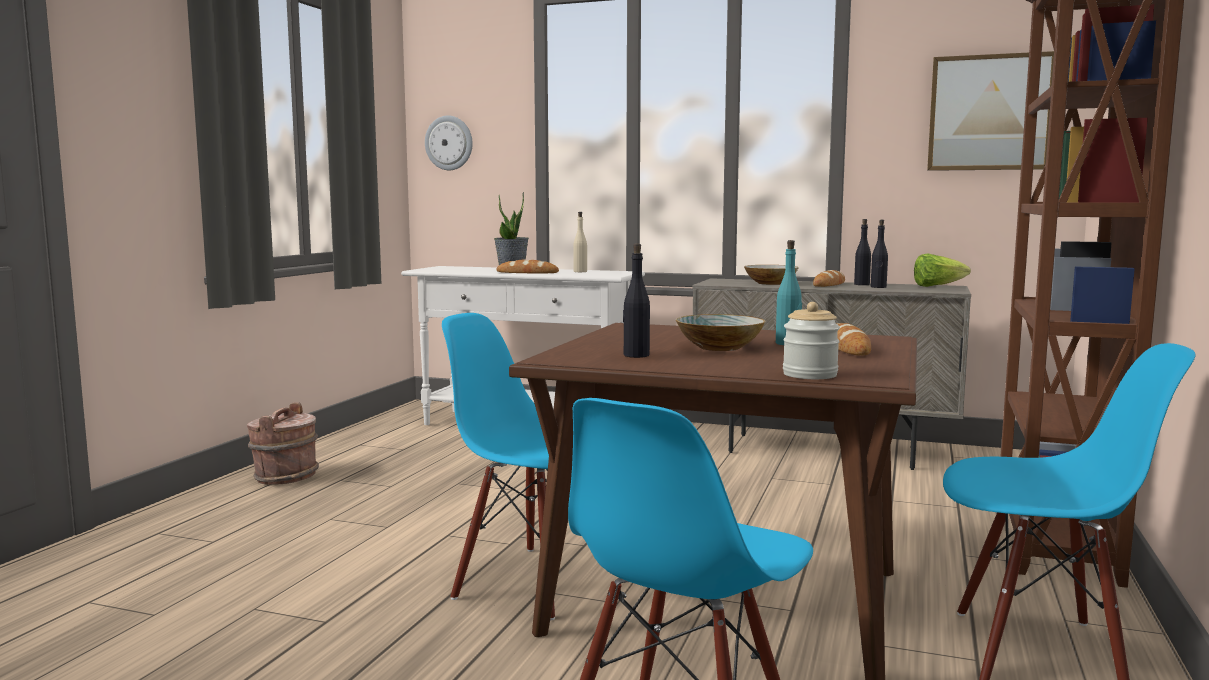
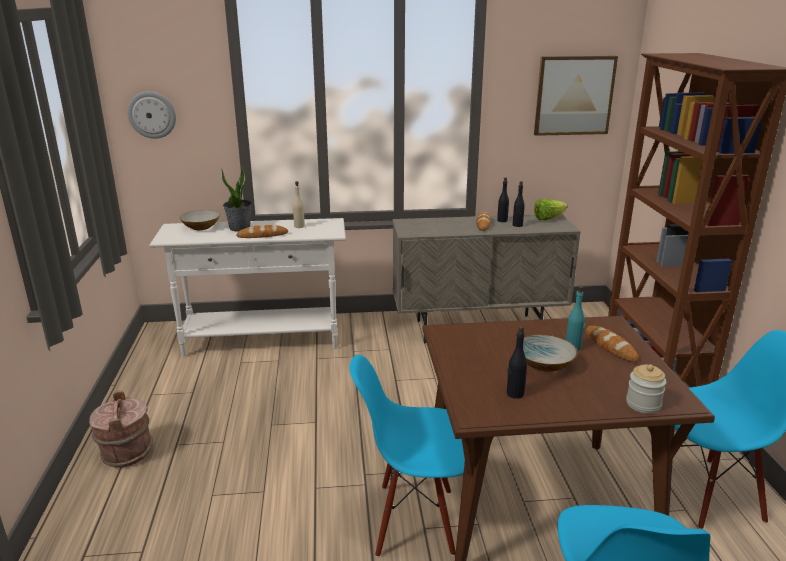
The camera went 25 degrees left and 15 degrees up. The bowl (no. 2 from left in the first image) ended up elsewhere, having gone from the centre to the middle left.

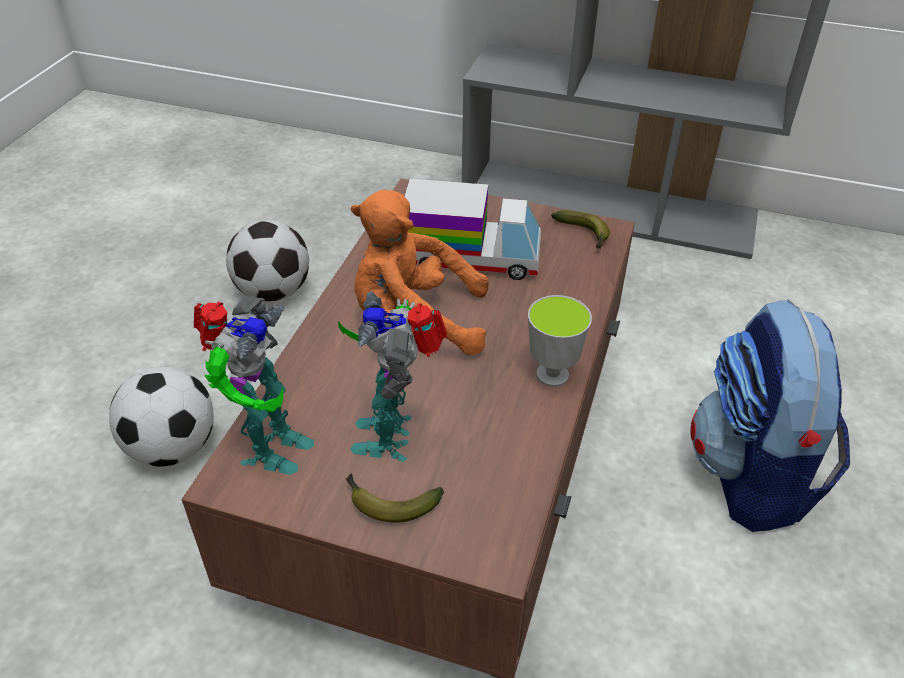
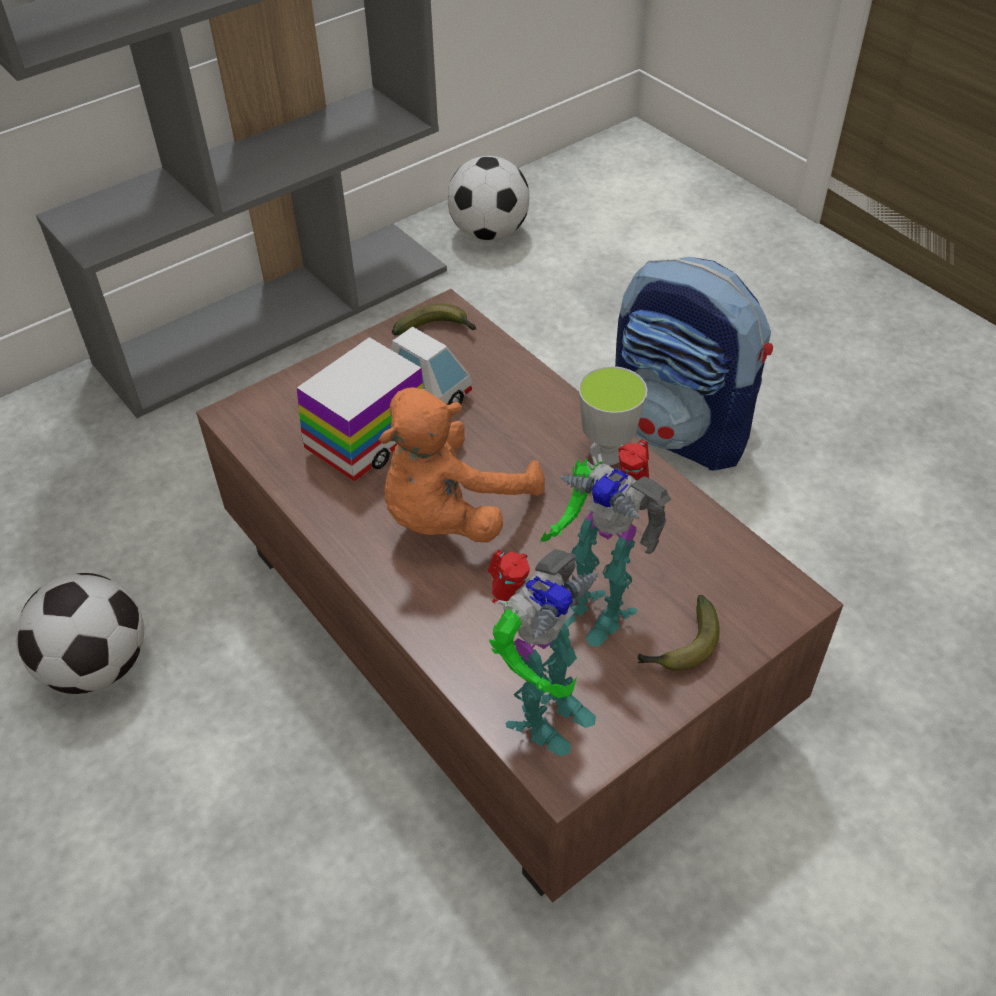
The camera went 55 degrees left and 5 degrees up. The toy robot (no. 1 from left) at the middle left ended up facing another way, 75 degrees clockwise from before. The football (no. 1 from left in the first image) ended up elsewhere, having gone from the middle left to the top centre.

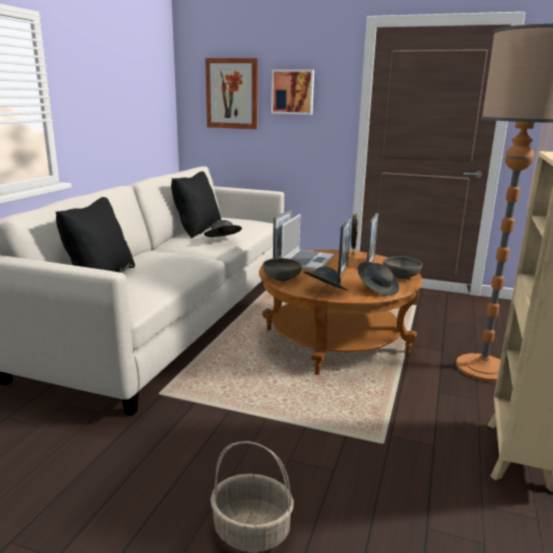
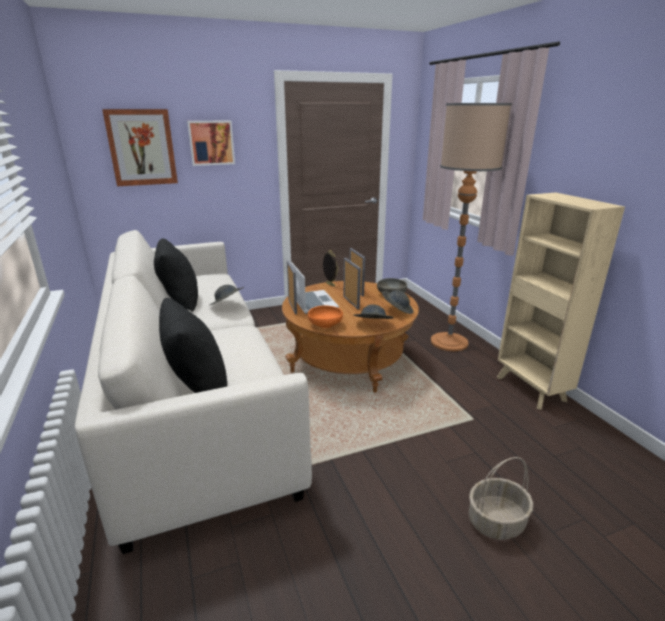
The camera went 40 degrees left and 5 degrees up. What was the bowl (grey) (no. 1 from left) at the centre turned into the bowl (orange) at the centre.

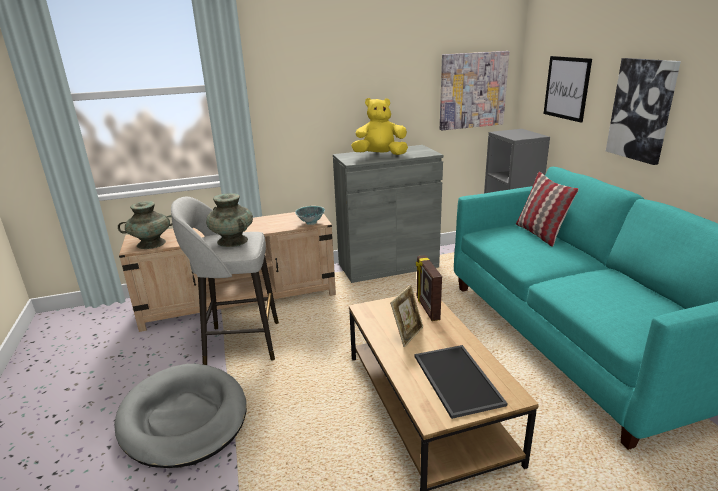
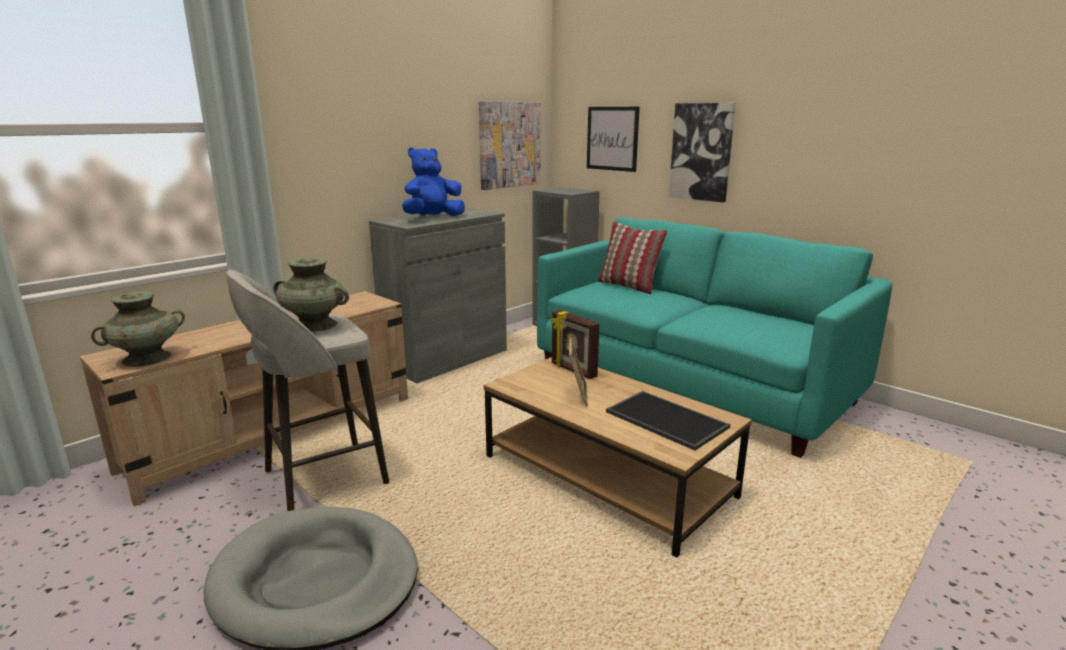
The camera went 30 degrees left and 5 degrees down. What was the plush toy (yellow) at the top centre turned into the plush toy (blue) at the top centre. The second view lost the bowl at the centre.

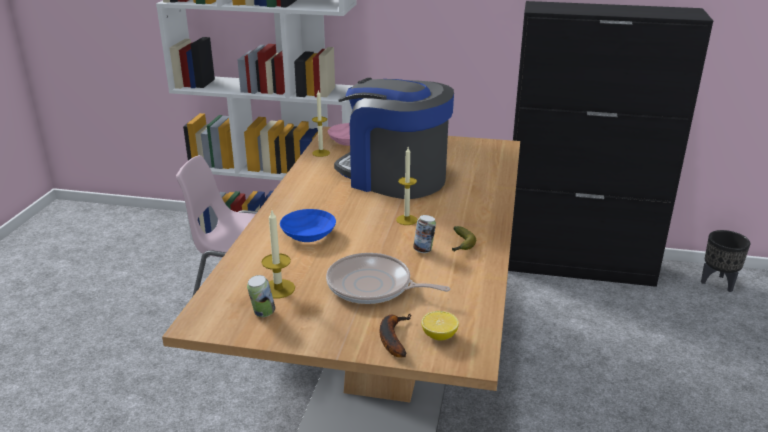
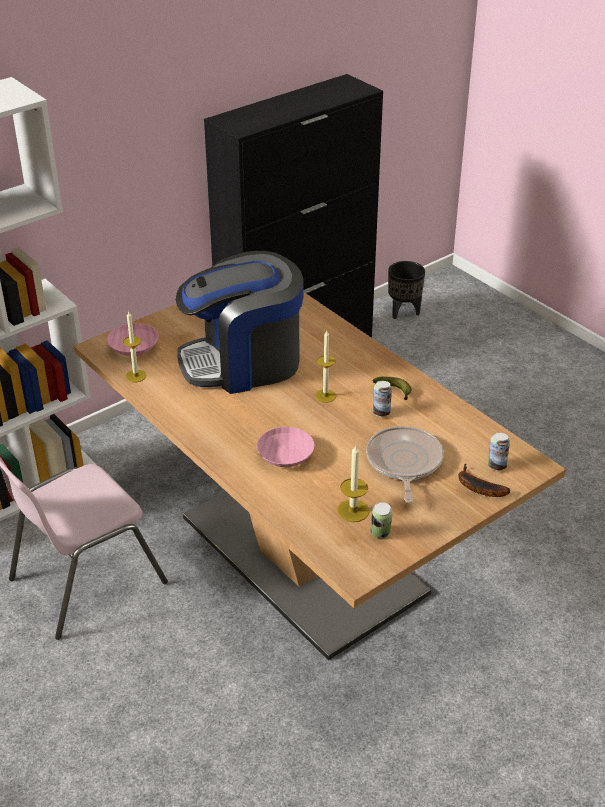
The camera went 50 degrees left and 10 degrees up. What was the bowl (blue) at the centre turned into the bowl (pink) (no. 2 from left) at the centre. The frying pan at the centre ended up facing another way, 120 degrees clockwise from before. Where the lemon stood at the bottom centre, the can (no. 3 from left) came to stand at the middle right.

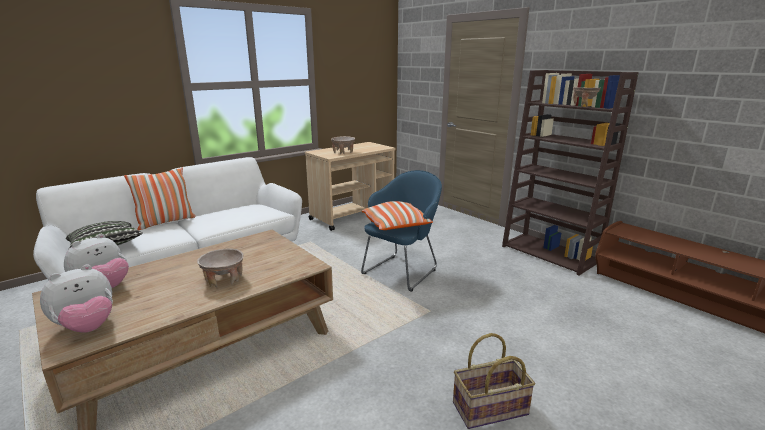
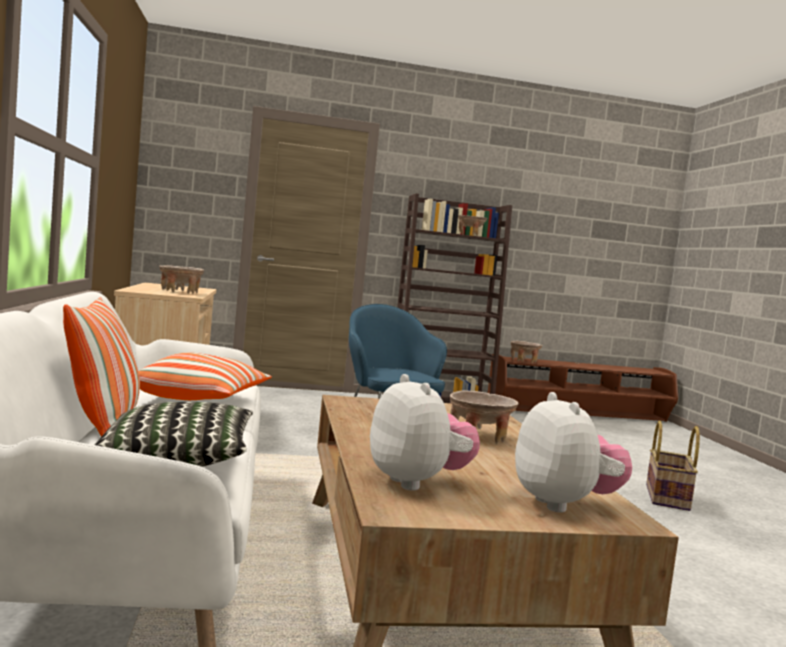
The camera went 60 degrees left and 15 degrees down. The pillow (no. 3 from left) ended up elsewhere, having gone from the centre to the middle left. The second view gained the bowl (beige) (no. 4 from left) at the middle right.

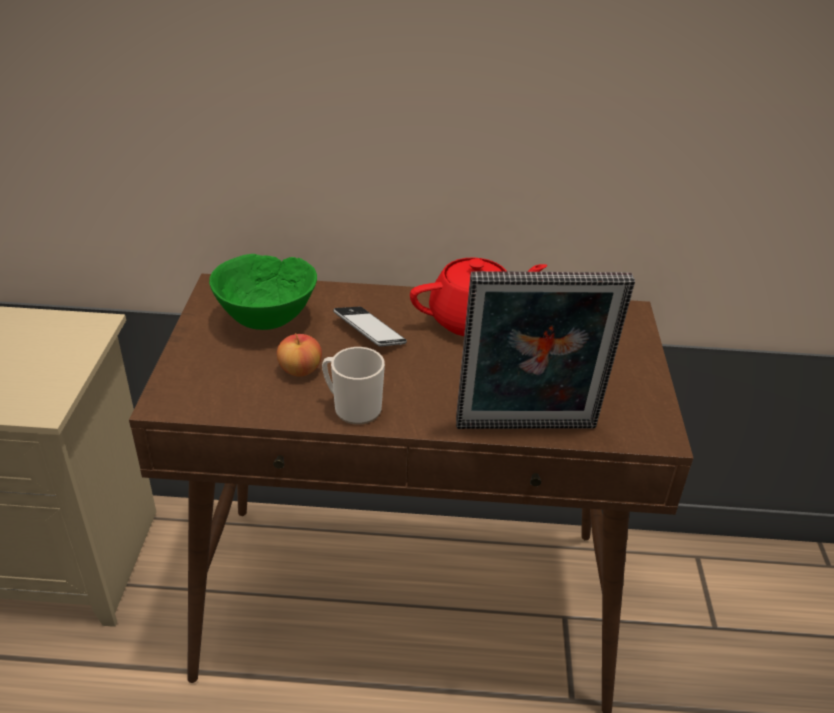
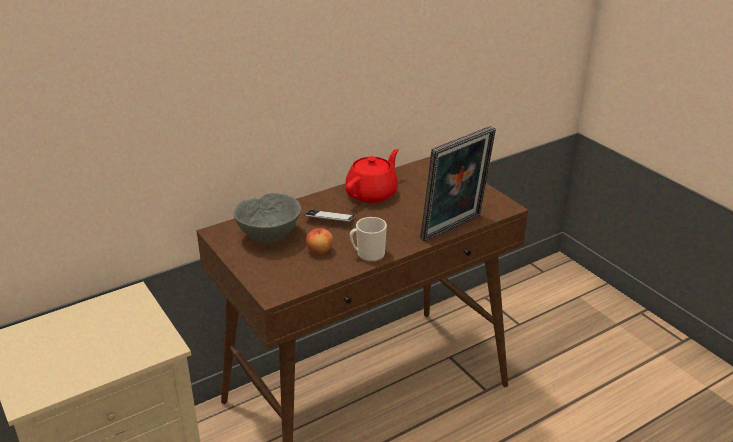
The camera went 35 degrees left and 5 degrees down. What was the bowl (green) at the middle left turned into the bowl (grey) at the centre.

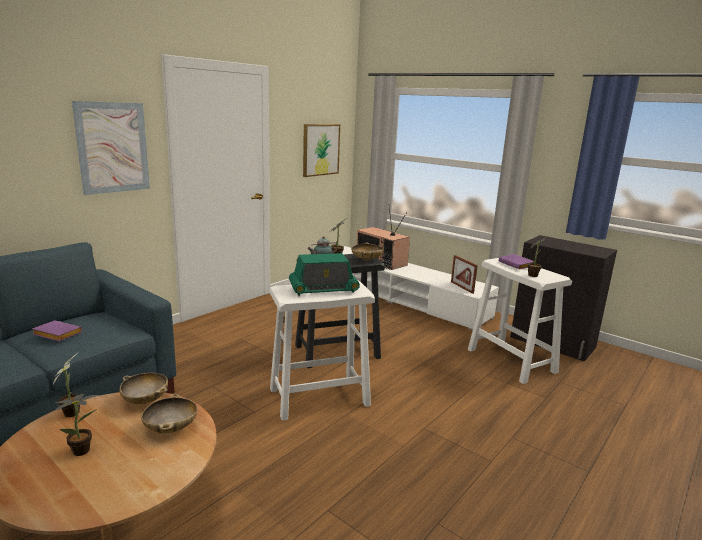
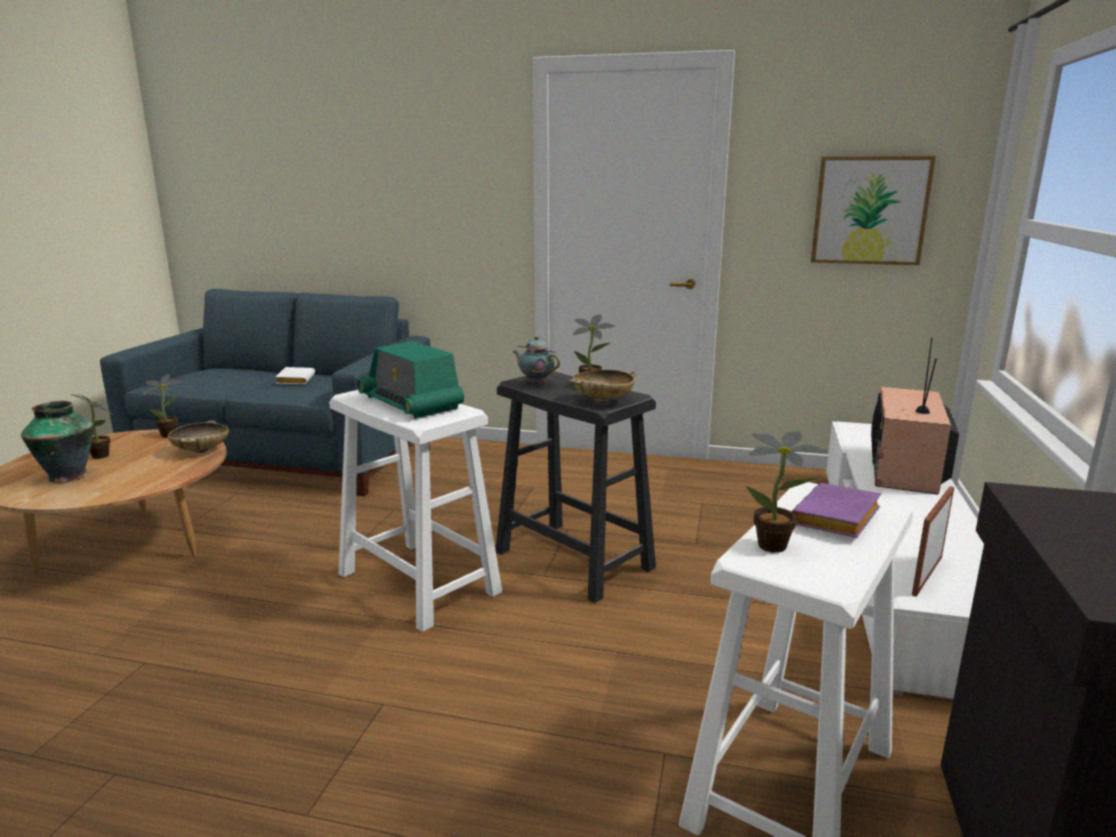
The camera went 65 degrees right and 0 degrees up. The second view lost the picture (no. 1 from left) at the top left. What was the book (purple) (no. 1 from left) at the middle left turned into the book (white) at the middle left. The second view lost the bowl (beige) (no. 2 from left) at the bottom left. The second view gained the vase at the middle left.

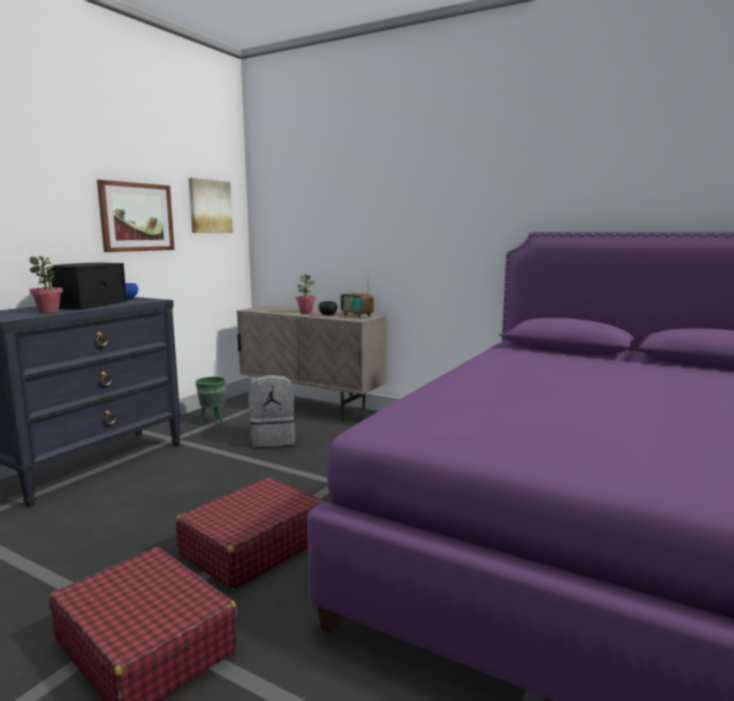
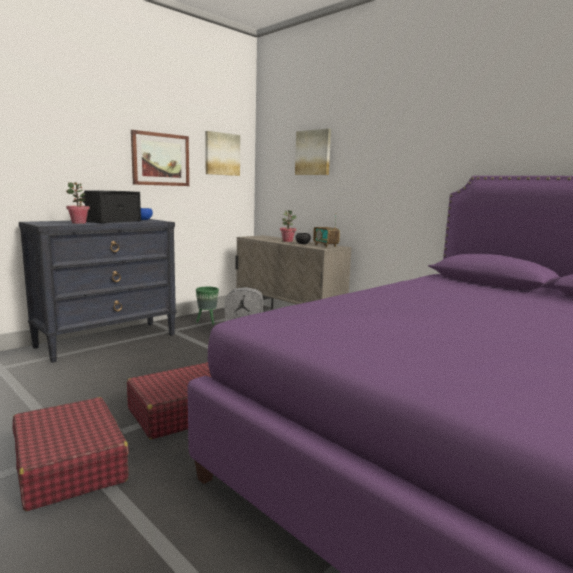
The camera went 15 degrees right and 0 degrees up. The second view gained the picture (no. 3 from left) at the top centre.

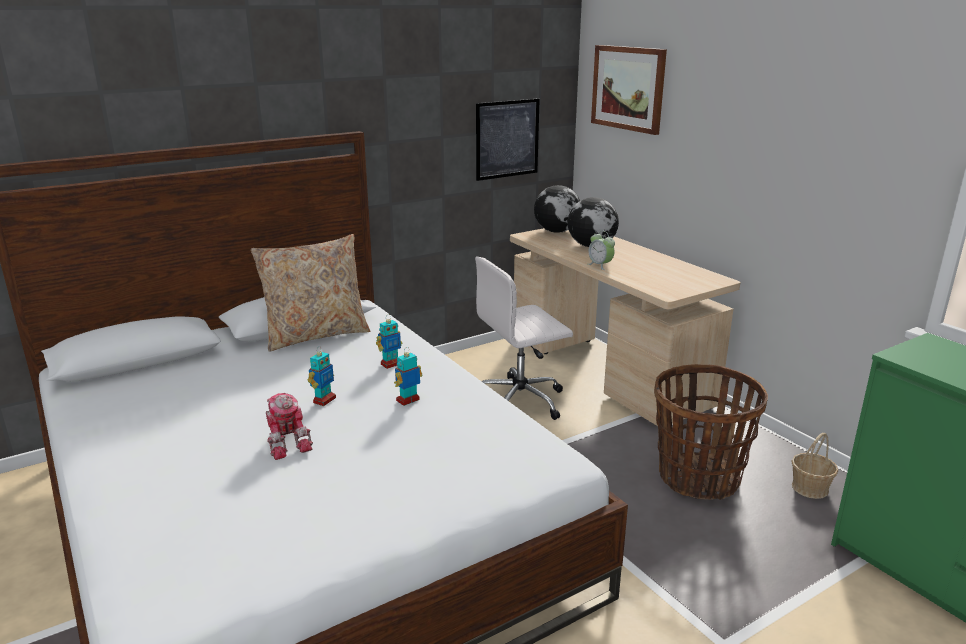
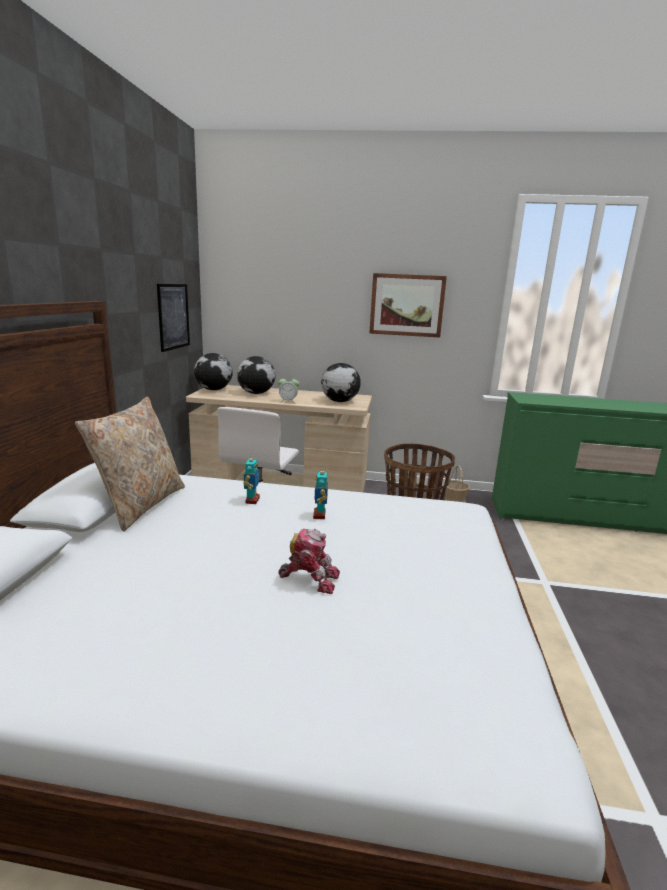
The camera went 50 degrees left and 5 degrees down. The picture (no. 2 from left) ended up elsewhere, having gone from the top centre to the centre. The second view lost the toy robot (no. 2 from left) at the centre. The second view gained the globe (no. 3 from left) at the centre.

